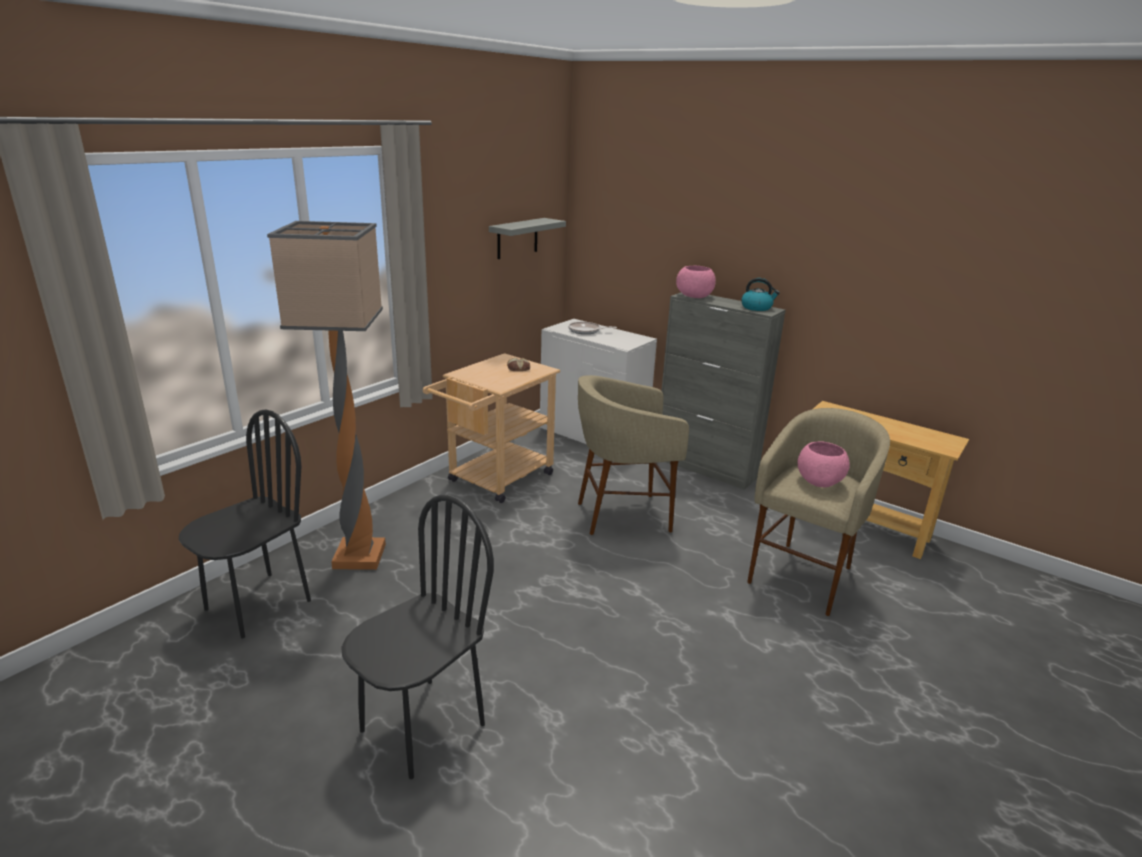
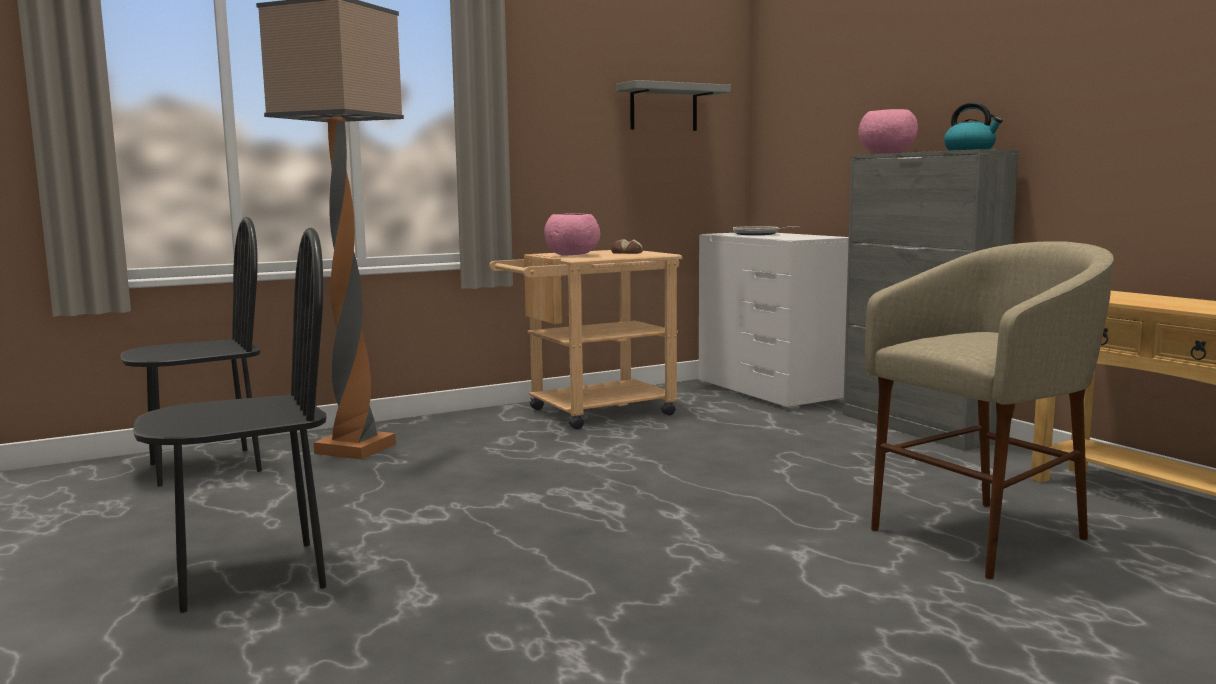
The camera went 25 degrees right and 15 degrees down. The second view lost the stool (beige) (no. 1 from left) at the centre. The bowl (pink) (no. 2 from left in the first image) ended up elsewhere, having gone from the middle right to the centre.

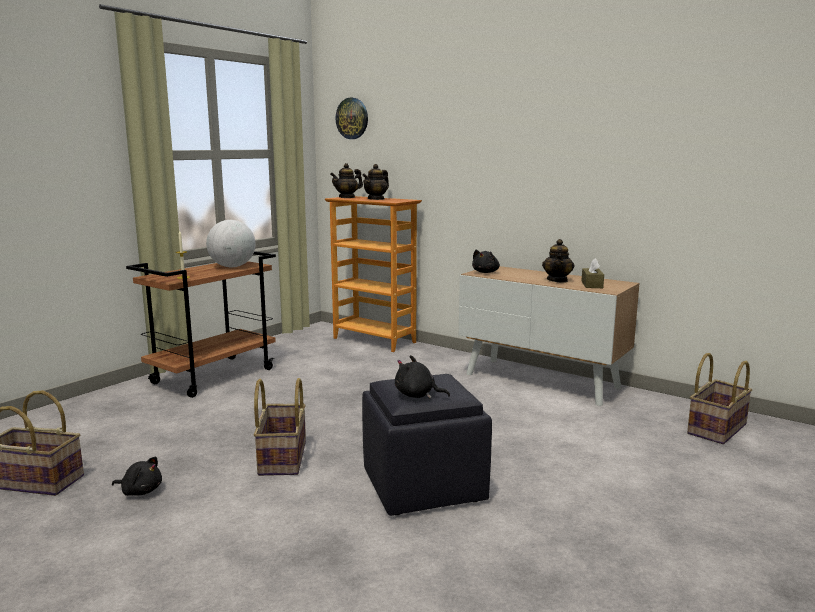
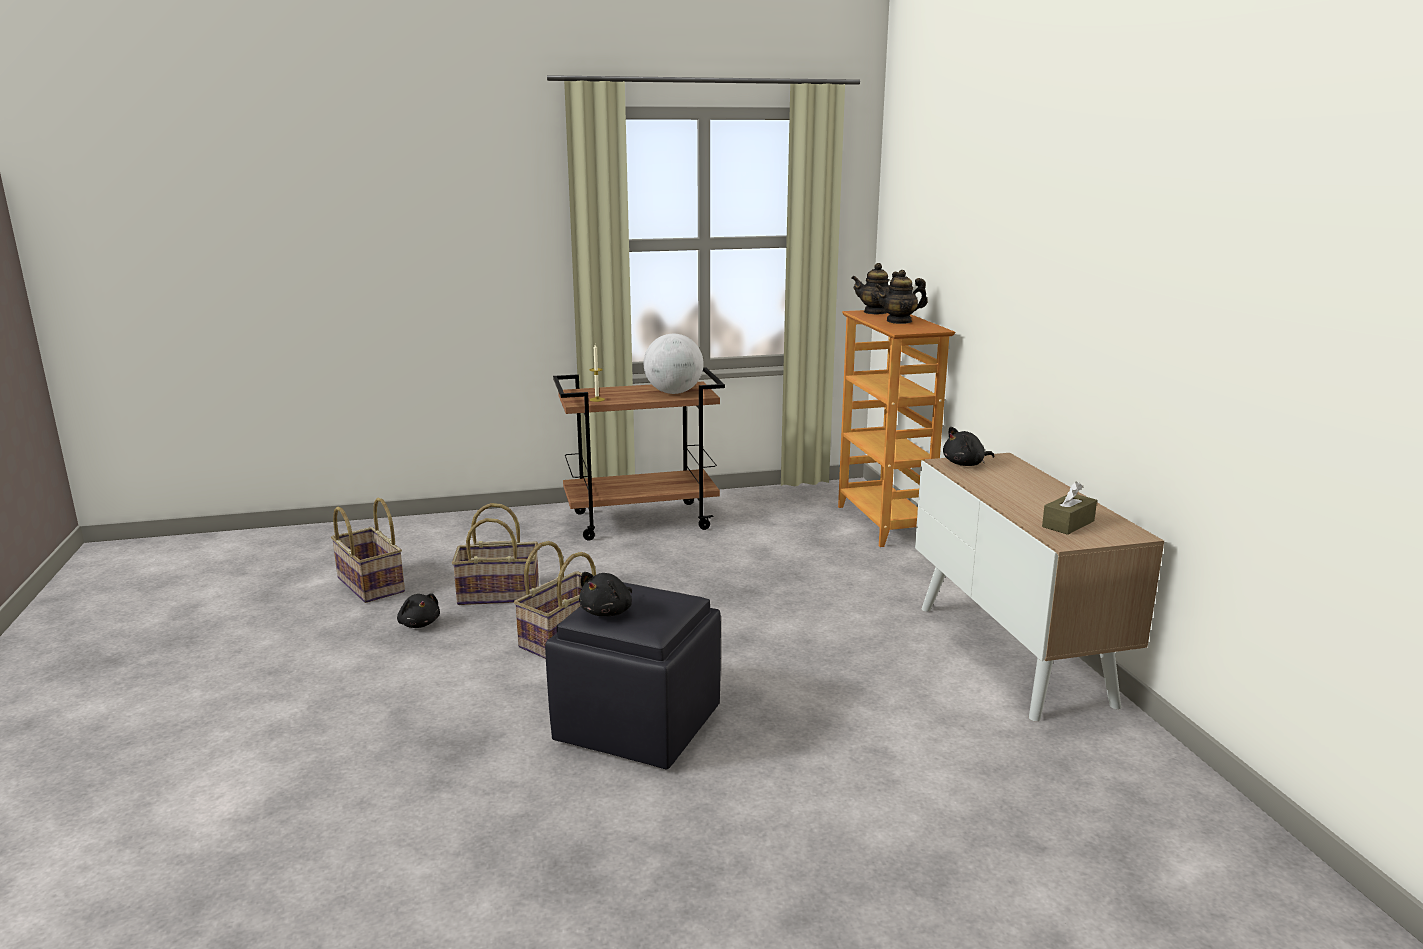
The camera went 40 degrees right and 5 degrees up. The second view lost the wall clock at the top centre. The second view lost the teapot (no. 3 from left) at the middle right. The basket (no. 3 from left in the first image) ended up elsewhere, having gone from the middle right to the centre. The plush toy (black) (no. 2 from left) at the centre ended up facing another way, 120 degrees counterclockwise from before.

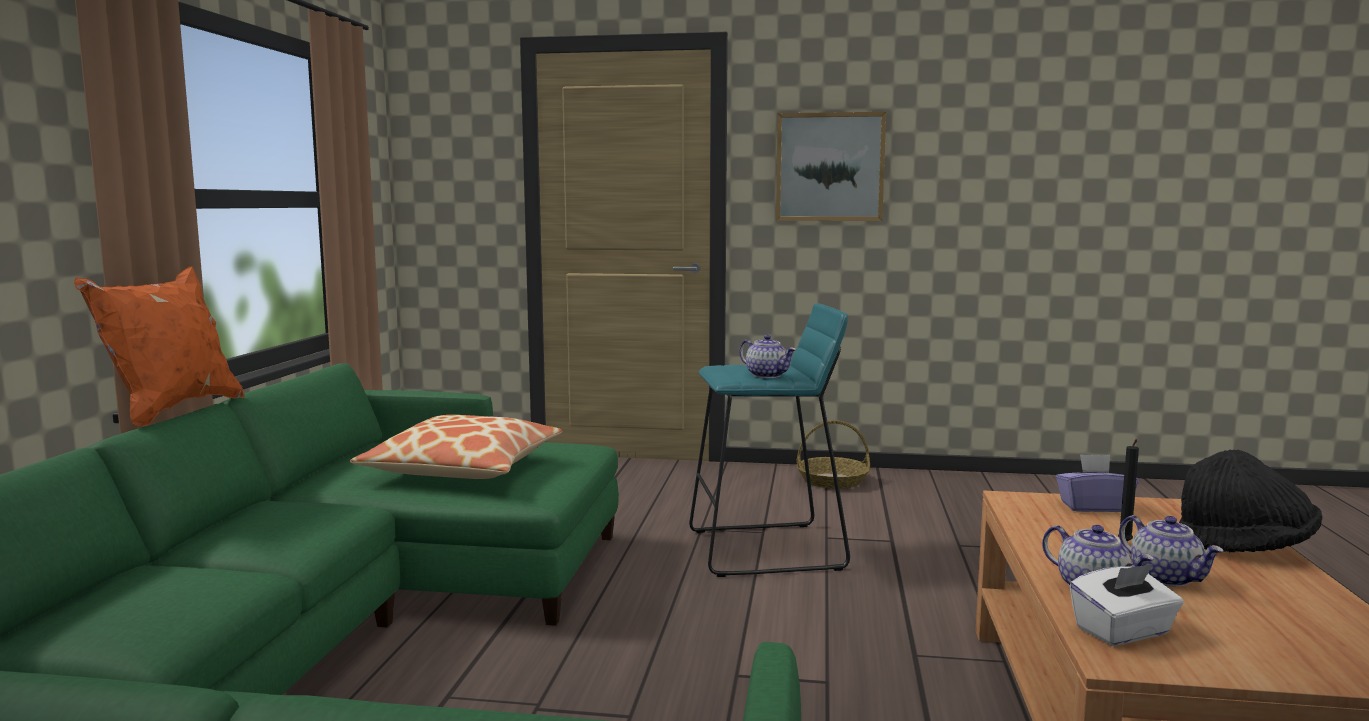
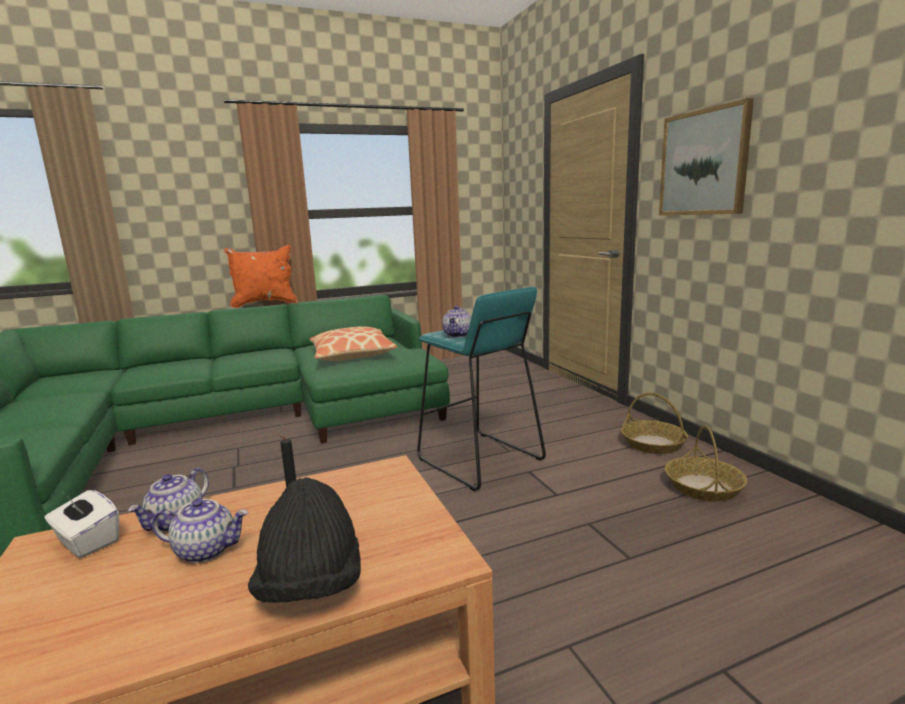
The camera went 60 degrees right and 5 degrees up. The second view lost the tissue box (purple) at the bottom right. The teapot (no. 3 from left in the first image) at the bottom right ended up facing another way, 120 degrees counterclockwise from before. The second view gained the basket (no. 2 from left) at the middle right.

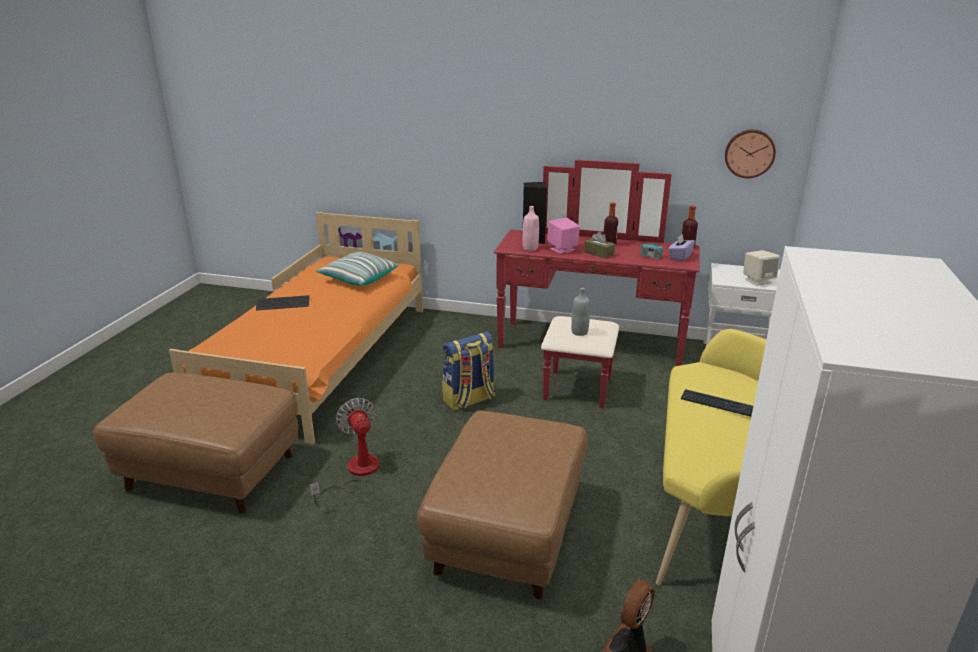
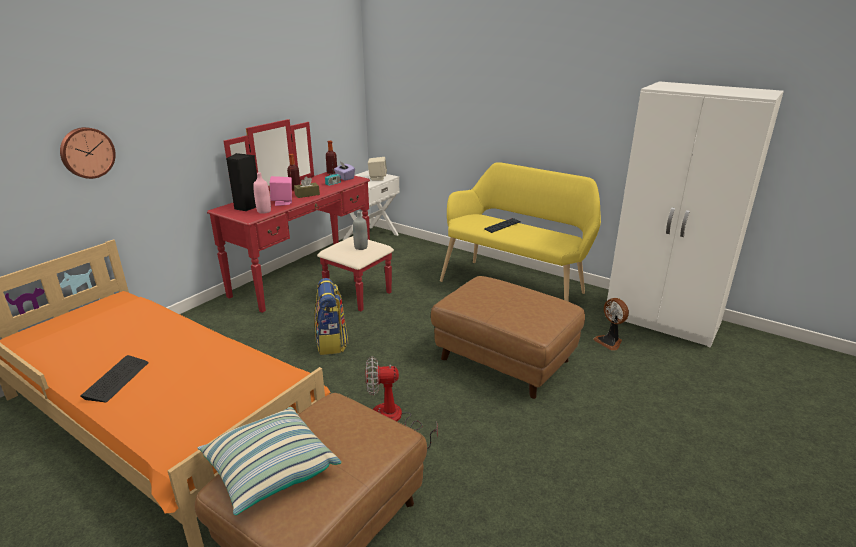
The camera went 70 degrees left and 0 degrees up. The wall clock ended up elsewhere, having gone from the top right to the top left. The pillow ended up elsewhere, having gone from the centre to the bottom left.

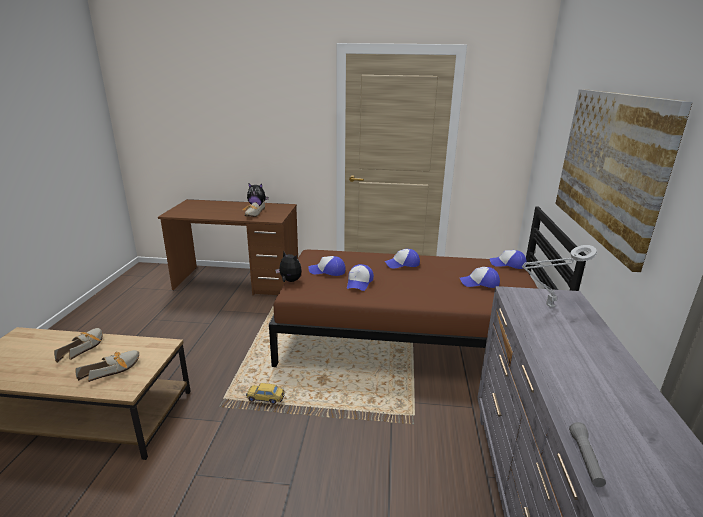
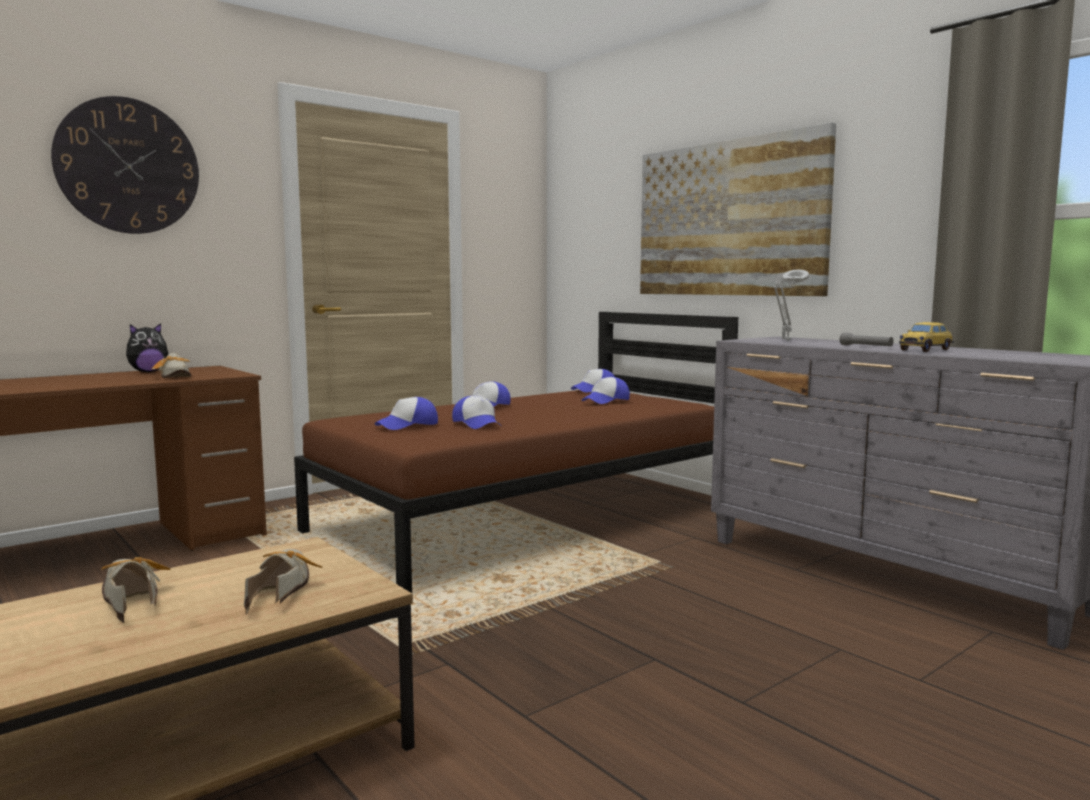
The camera went 45 degrees left and 15 degrees down. The second view lost the plush toy (no. 2 from left) at the centre. The toy car ended up elsewhere, having gone from the bottom centre to the middle right. The flashlight (grey) ended up elsewhere, having gone from the bottom right to the middle right. The second view gained the wall clock at the top left.

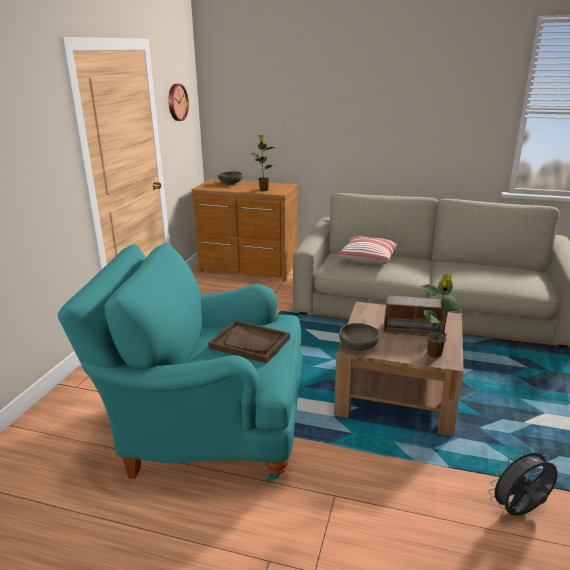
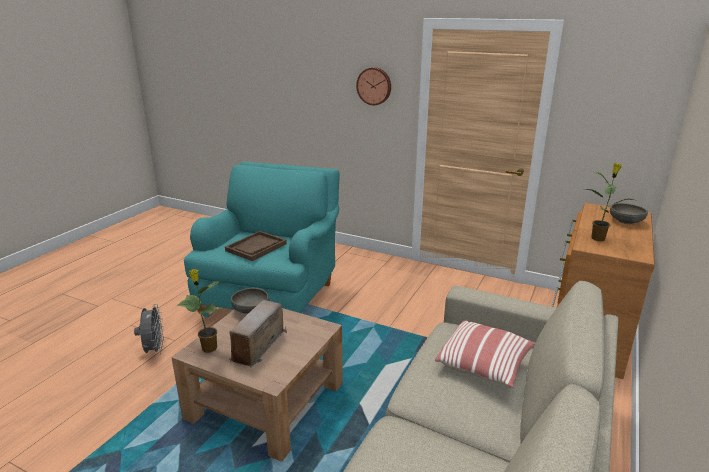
The camera went 100 degrees right and 0 degrees up. The wall clock ended up elsewhere, having gone from the top left to the top centre. The fan (grey) ended up elsewhere, having gone from the bottom right to the bottom left.

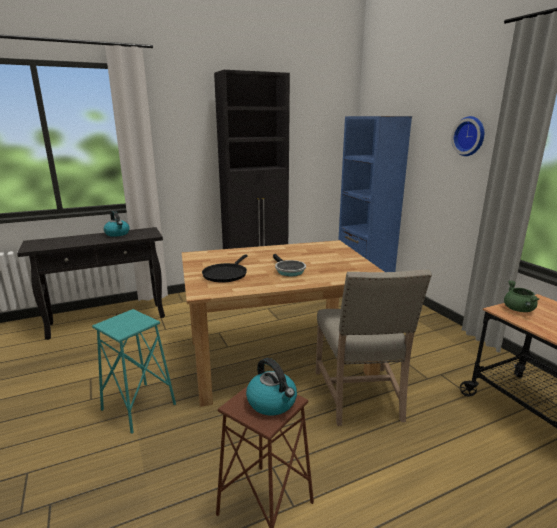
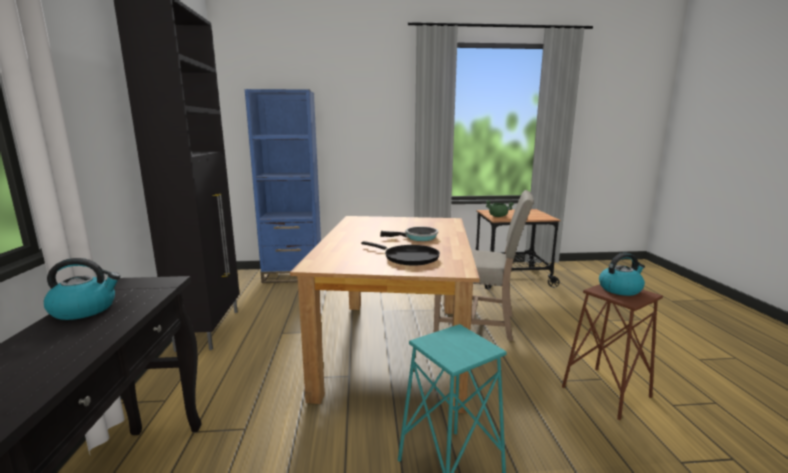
The camera went 70 degrees left and 5 degrees down. The second view lost the wall clock at the top right.

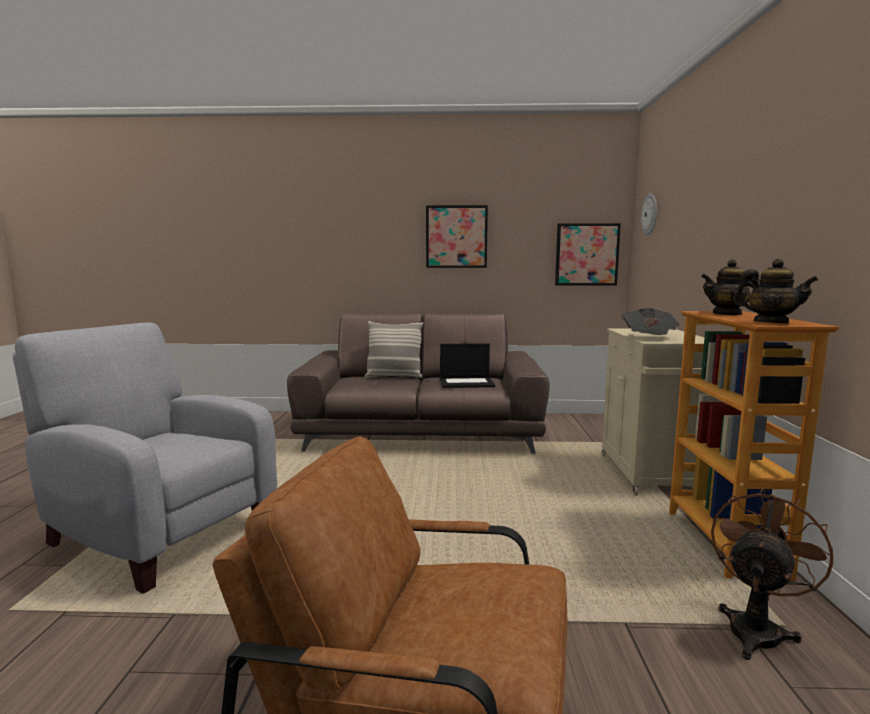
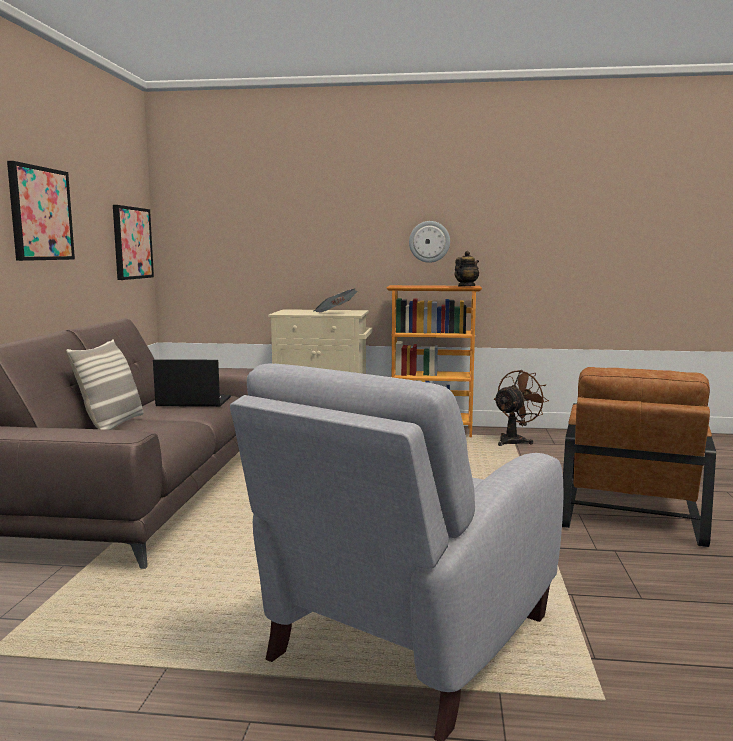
The camera went 85 degrees left and 0 degrees up. The wall clock ended up elsewhere, having gone from the top right to the top centre. The second view lost the teapot (no. 1 from left) at the middle right. The laptop at the centre ended up facing another way, 90 degrees counterclockwise from before. The fan (brown) at the bottom right ended up facing another way, 90 degrees clockwise from before.

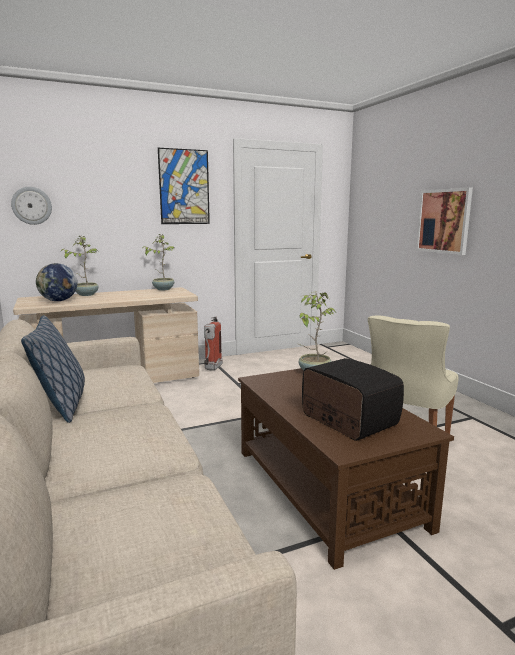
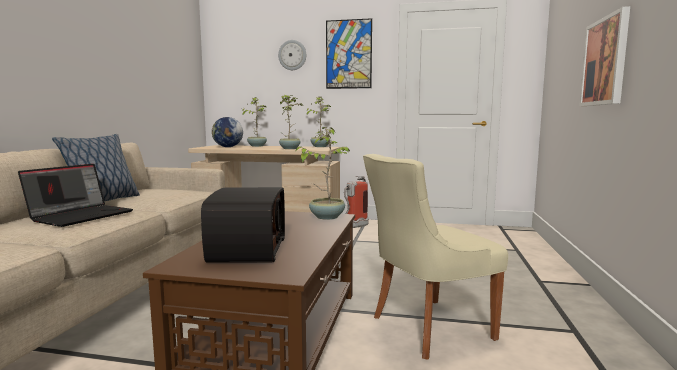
The camera went 35 degrees right and 5 degrees down. The wall clock ended up elsewhere, having gone from the top left to the top centre. The second view gained the potted plant (no. 2 from left) at the top centre. The second view gained the laptop at the middle left.

